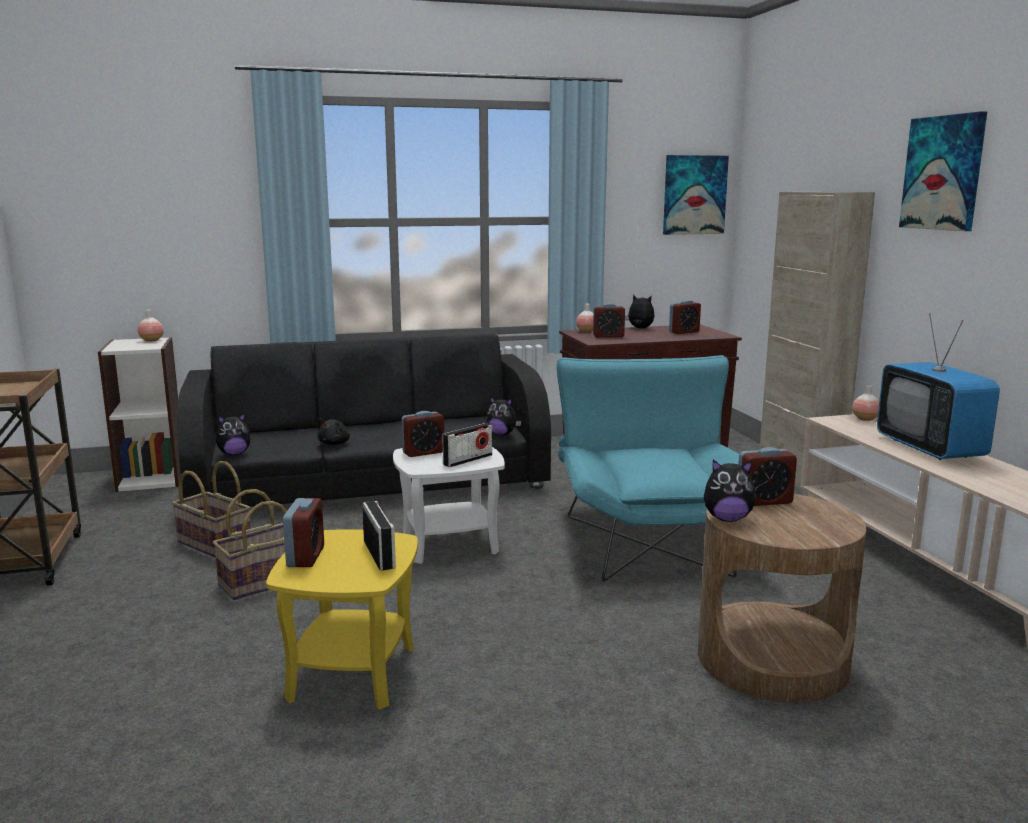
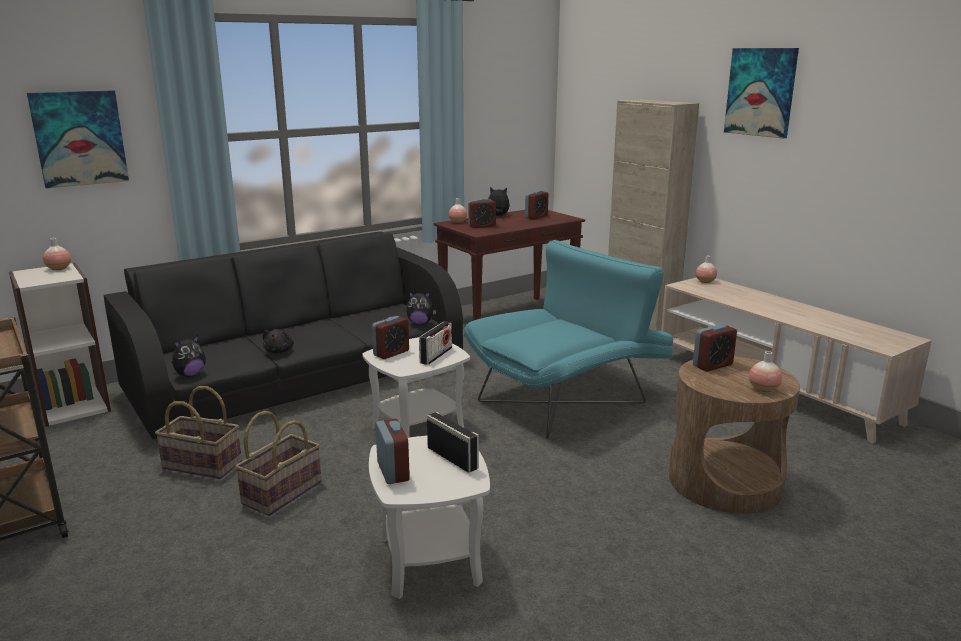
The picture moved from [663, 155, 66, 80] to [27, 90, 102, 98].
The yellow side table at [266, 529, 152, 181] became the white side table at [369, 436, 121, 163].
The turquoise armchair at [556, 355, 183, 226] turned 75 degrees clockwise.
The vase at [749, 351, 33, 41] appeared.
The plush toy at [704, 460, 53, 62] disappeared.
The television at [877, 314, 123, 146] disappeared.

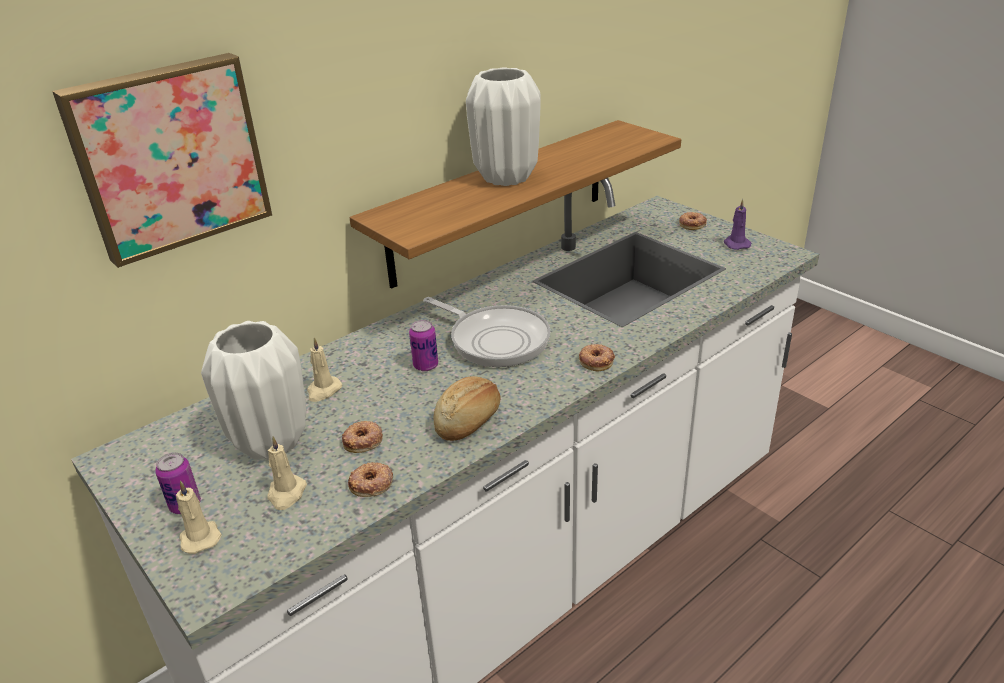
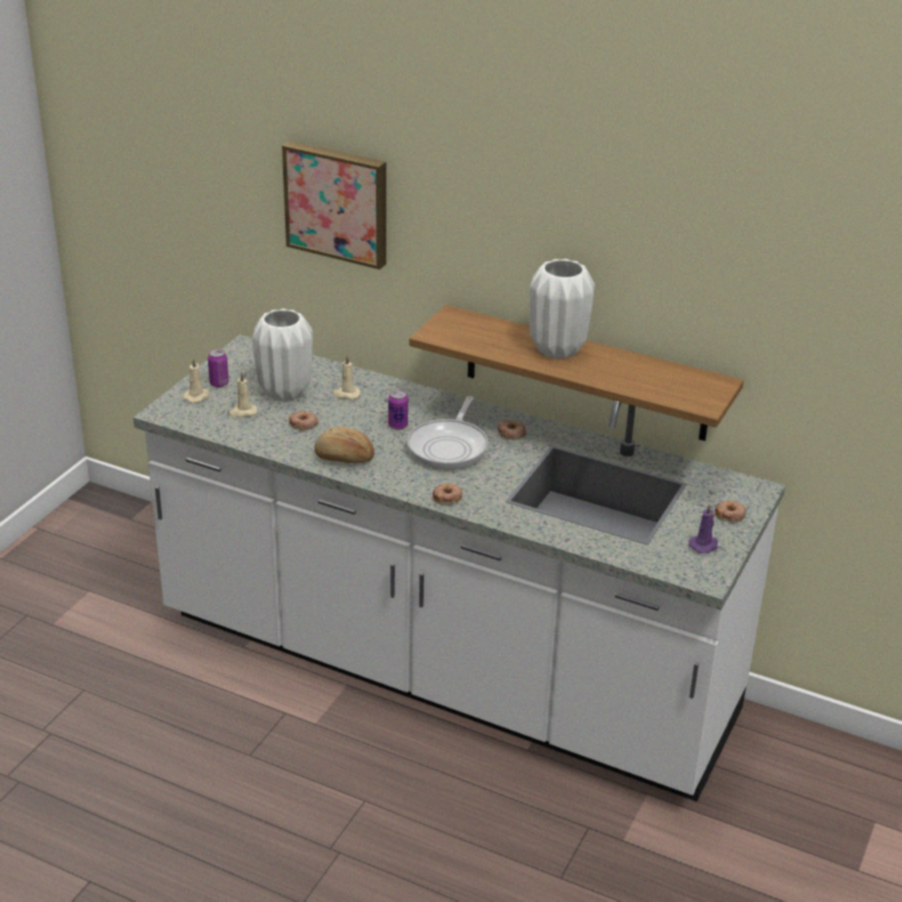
The donut moved from [348, 462, 45, 35] to [498, 420, 29, 20].

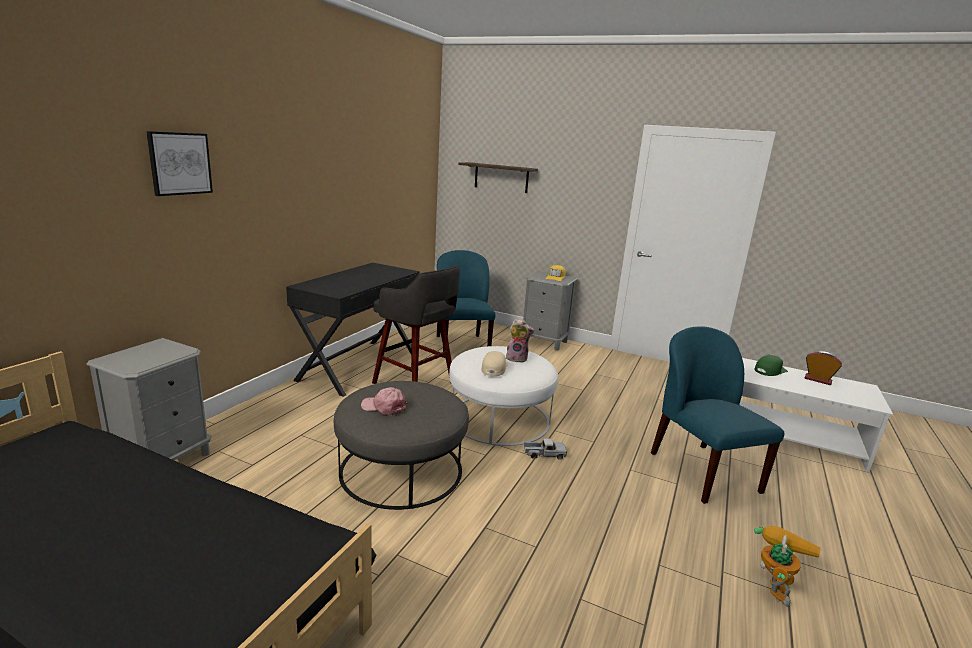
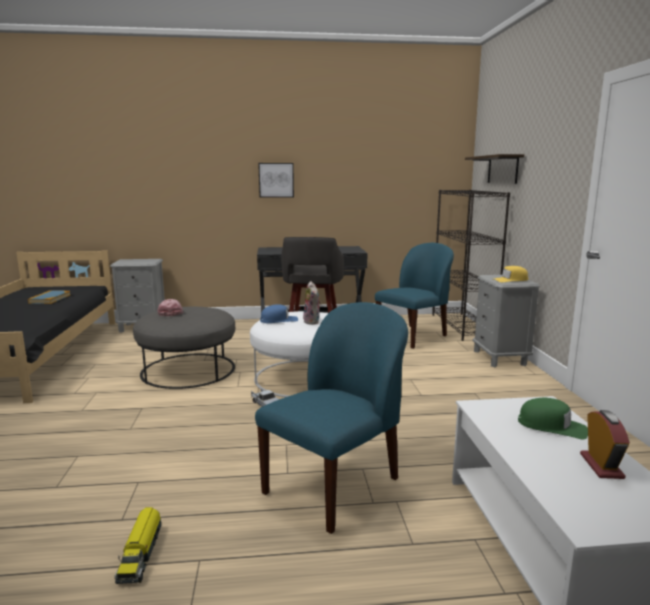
The book at [28, 290, 42, 14] appeared.
The toy robot at [754, 525, 67, 82] was replaced by the toy truck at [114, 507, 48, 77].
The picture moved from [146, 131, 67, 65] to [258, 163, 36, 35].
The beige cap at [481, 351, 27, 25] became the blue cap at [260, 304, 38, 19].
The black bookcase at [432, 190, 78, 151] appeared.

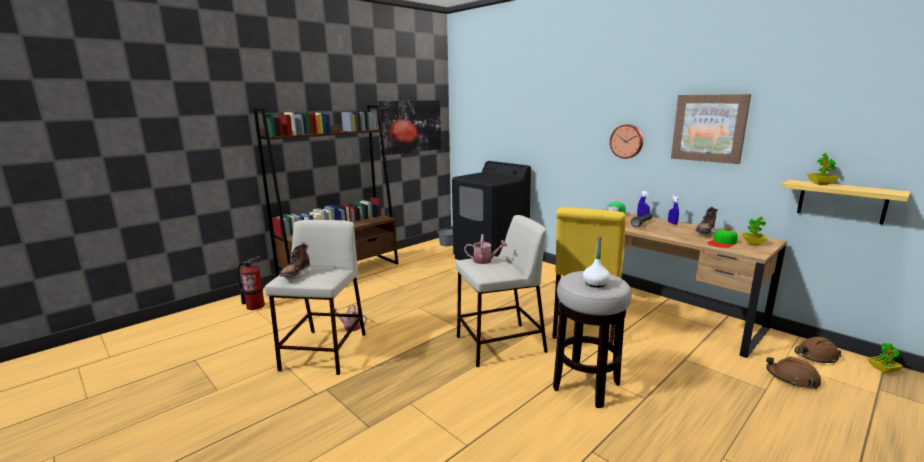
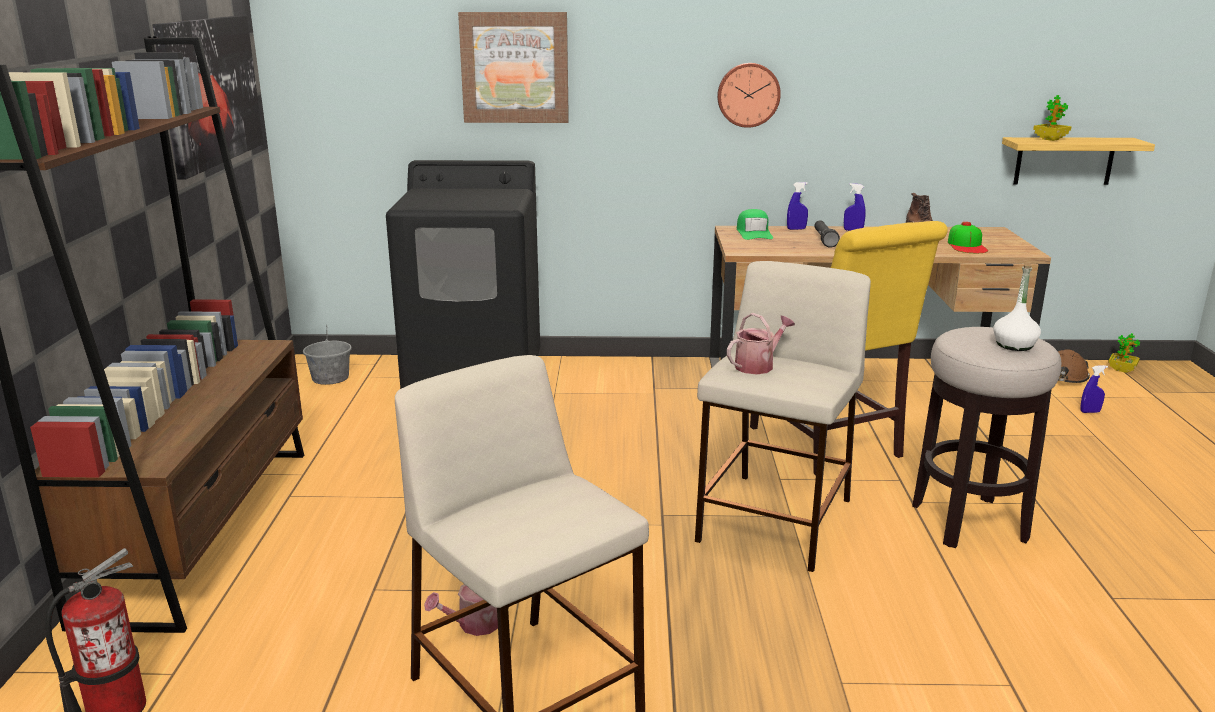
The picture moved from [671, 94, 80, 70] to [458, 12, 111, 111].
The brown hard hat at [766, 356, 55, 33] was replaced by the blue spray bottle at [1080, 365, 28, 48].
The brown boot at [280, 242, 30, 37] disappeared.
The potted plant at [742, 216, 25, 30] disappeared.

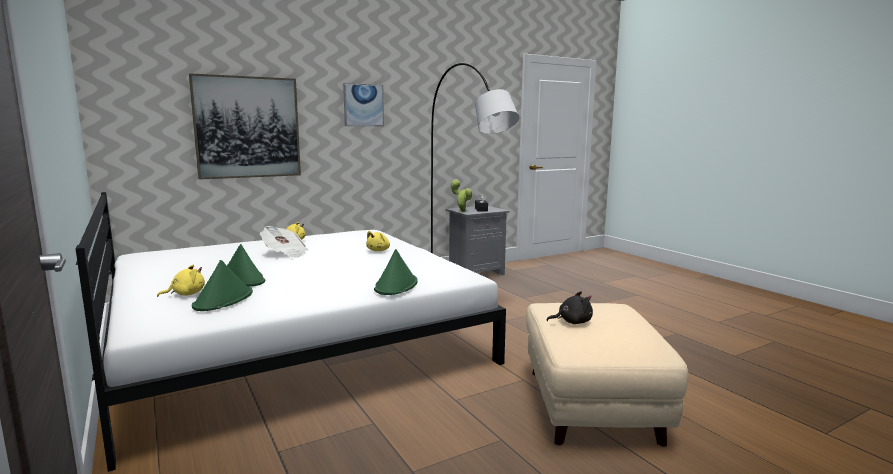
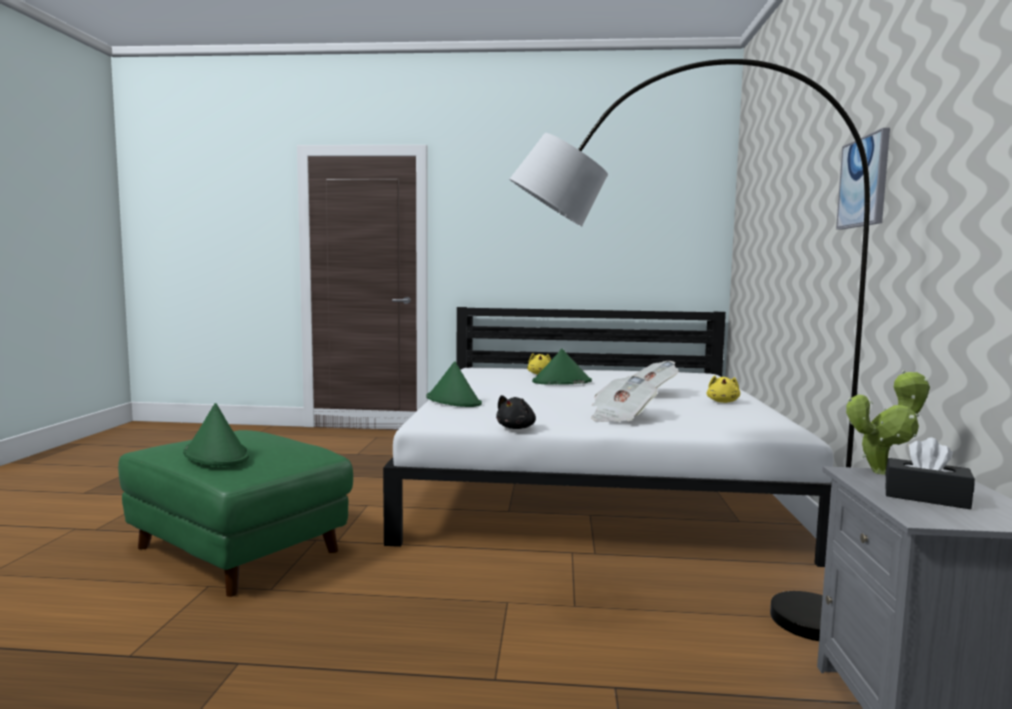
The beige ottoman at [526, 303, 162, 144] became the green ottoman at [118, 430, 235, 167].
The green hat moved from [192, 260, 61, 51] to [183, 403, 66, 63].
The black plush toy moved from [547, 291, 46, 33] to [496, 395, 40, 34].
The yellow plush toy at [366, 231, 24, 20] was replaced by the newspaper at [591, 375, 66, 47].
The picture at [189, 73, 112, 107] disappeared.

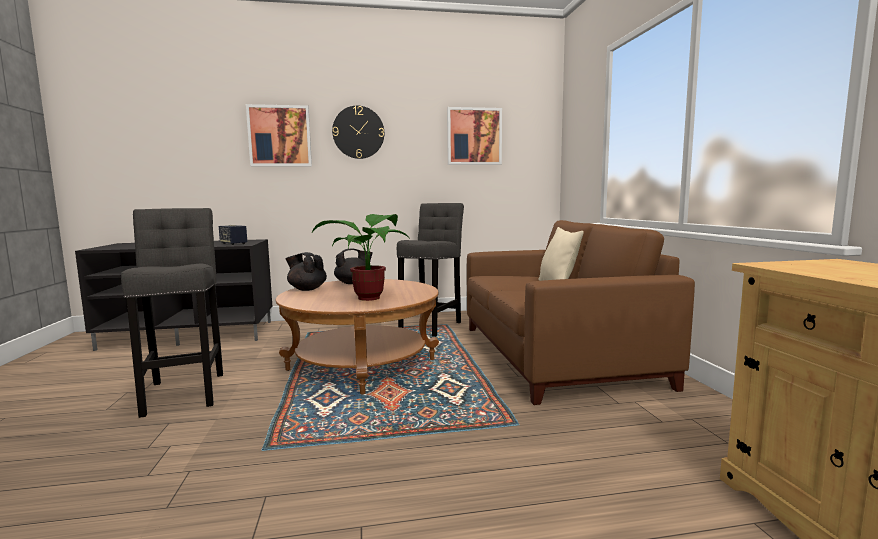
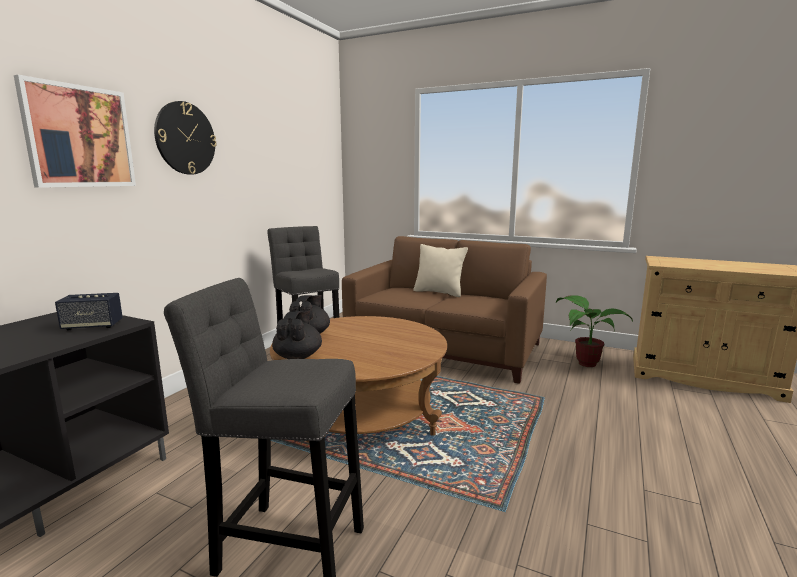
The black teapot at [285, 252, 42, 39] turned 120 degrees clockwise.
The potted plant moved from [312, 214, 98, 87] to [556, 295, 77, 72].
The picture at [447, 107, 55, 58] disappeared.

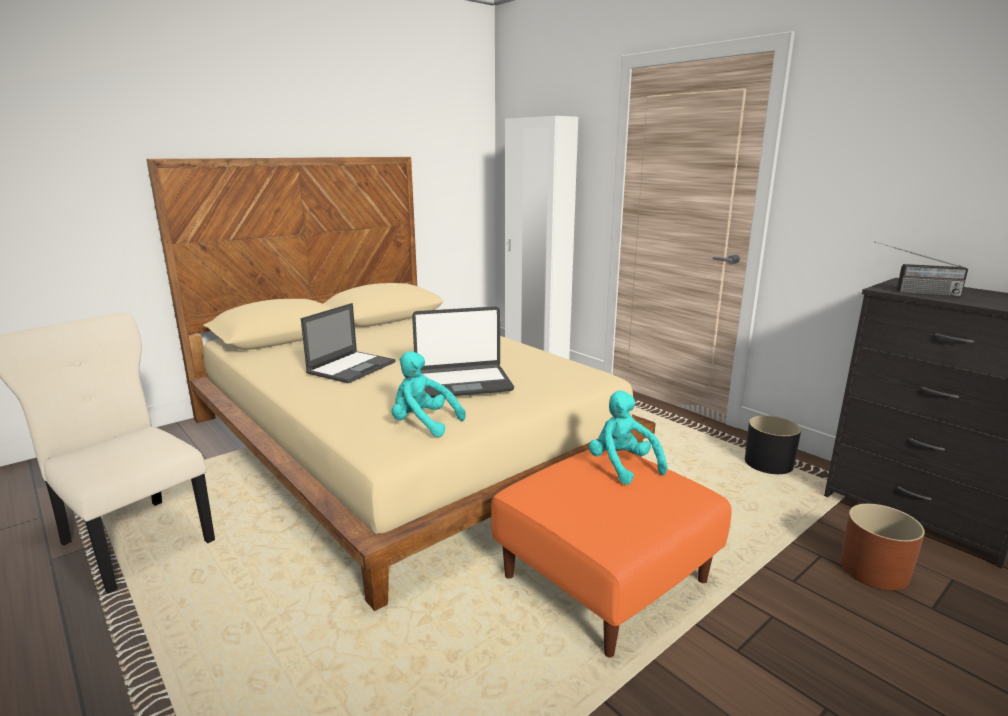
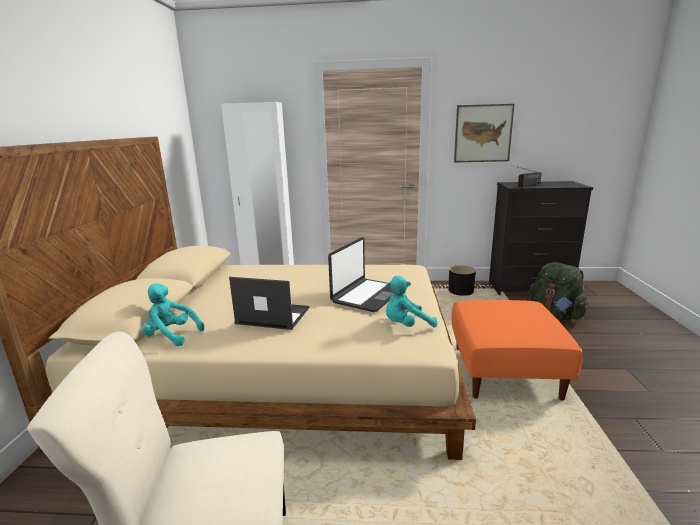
The turquoise plush toy moved from [589, 391, 78, 94] to [142, 284, 62, 62].
The laptop at [301, 303, 94, 81] turned 60 degrees counterclockwise.
The picture at [454, 104, 60, 59] appeared.
The brown planter at [840, 504, 85, 86] was replaced by the green backpack at [527, 262, 61, 58].

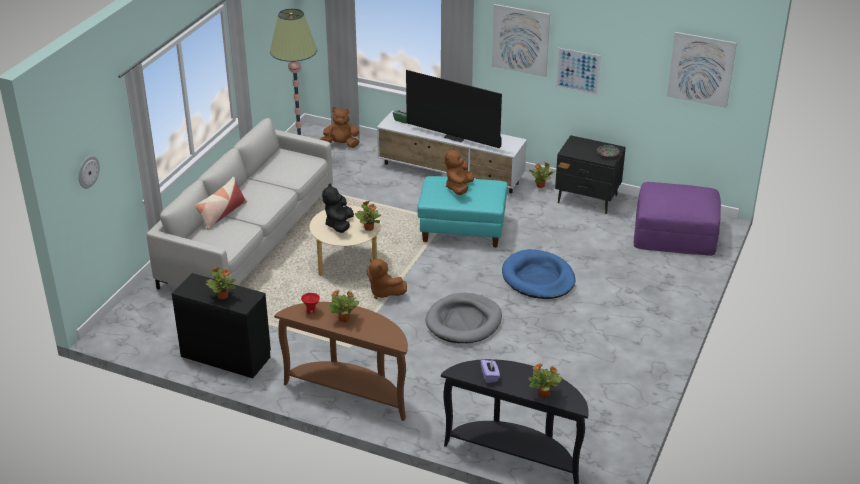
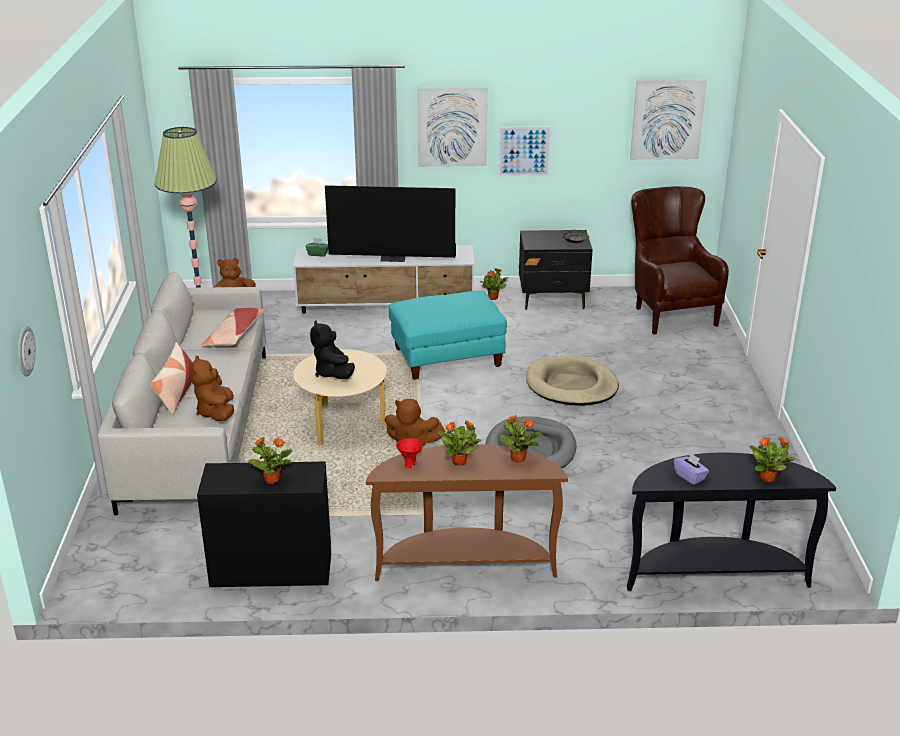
The brown plush toy moved from [445, 147, 29, 48] to [189, 355, 45, 66].
The pillow at [201, 308, 64, 39] appeared.
The potted plant moved from [355, 200, 26, 31] to [497, 416, 45, 47].
The blue dog bed at [502, 249, 74, 50] became the beige dog bed at [526, 356, 93, 50].
The purple ottoman at [634, 182, 87, 74] was replaced by the brown armchair at [631, 186, 98, 149].

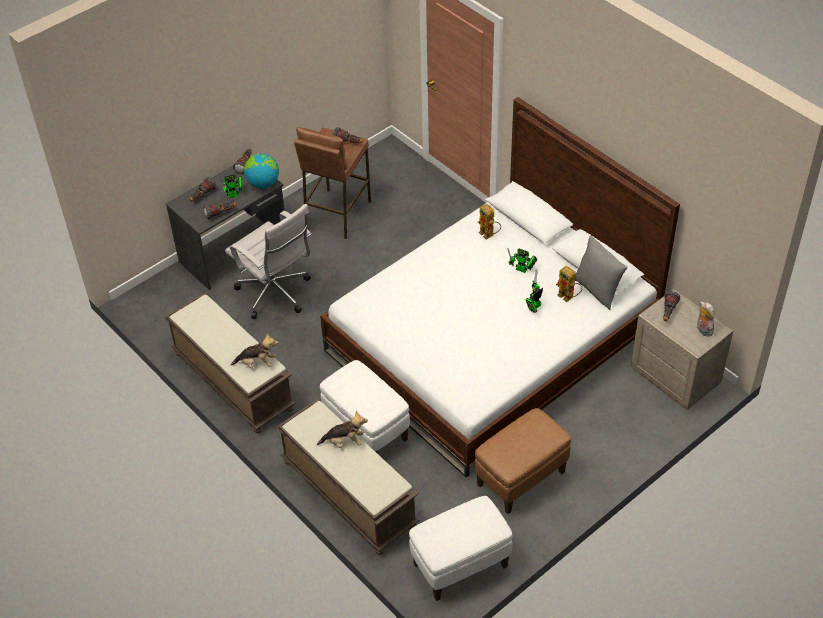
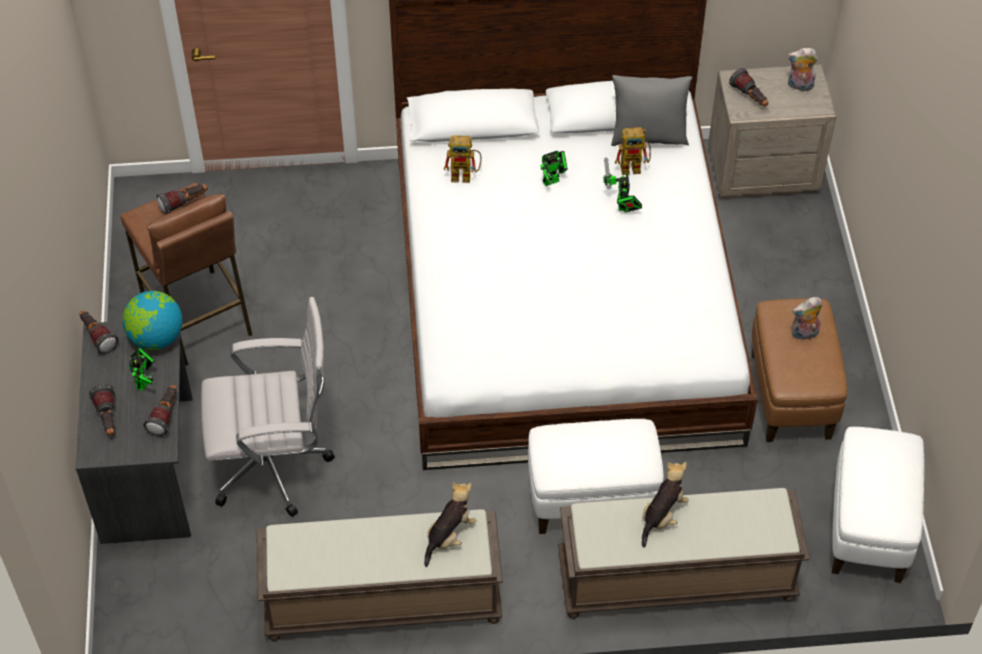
The plush toy at [791, 297, 32, 43] appeared.

